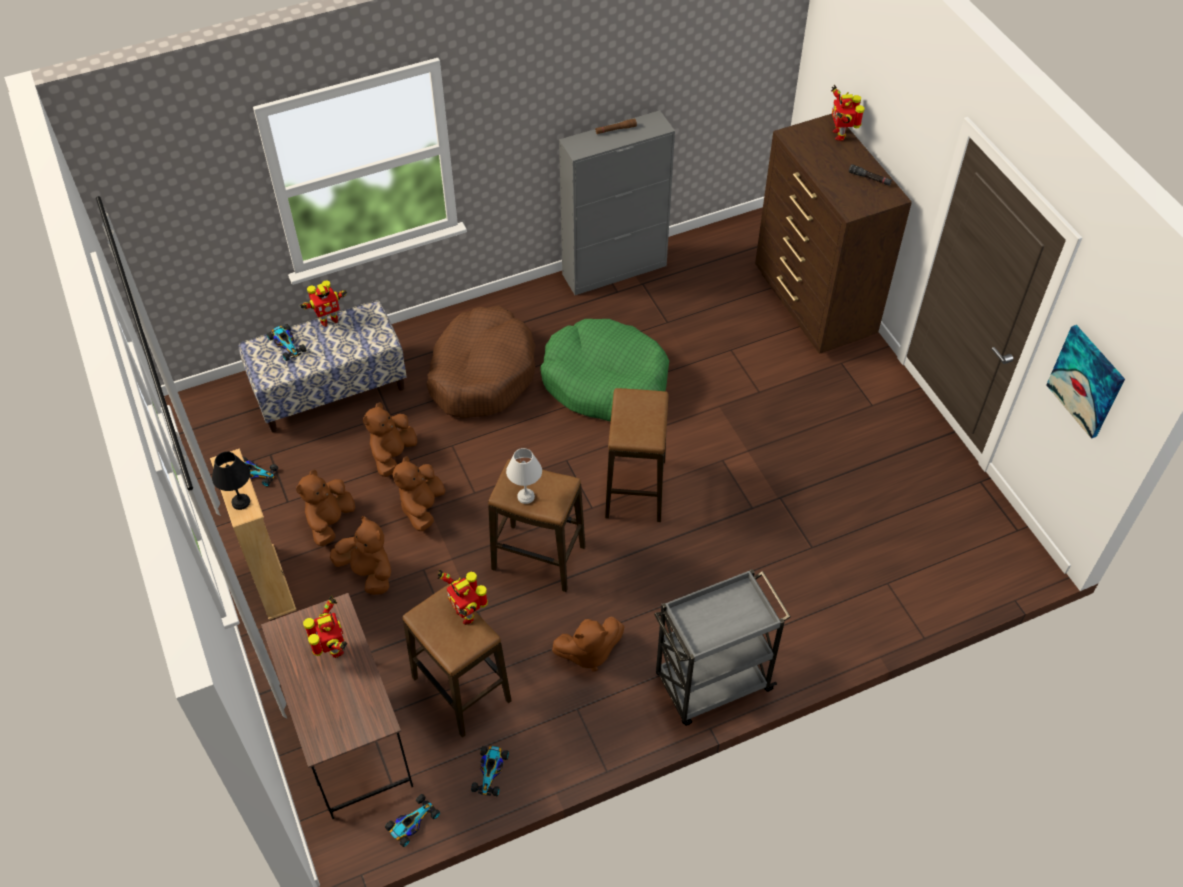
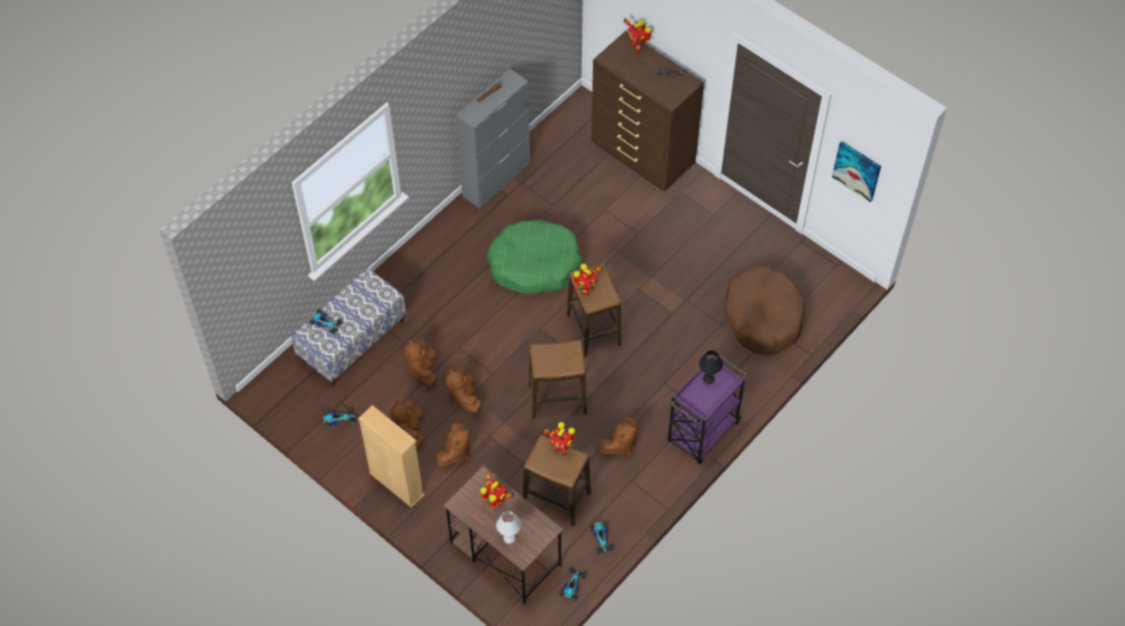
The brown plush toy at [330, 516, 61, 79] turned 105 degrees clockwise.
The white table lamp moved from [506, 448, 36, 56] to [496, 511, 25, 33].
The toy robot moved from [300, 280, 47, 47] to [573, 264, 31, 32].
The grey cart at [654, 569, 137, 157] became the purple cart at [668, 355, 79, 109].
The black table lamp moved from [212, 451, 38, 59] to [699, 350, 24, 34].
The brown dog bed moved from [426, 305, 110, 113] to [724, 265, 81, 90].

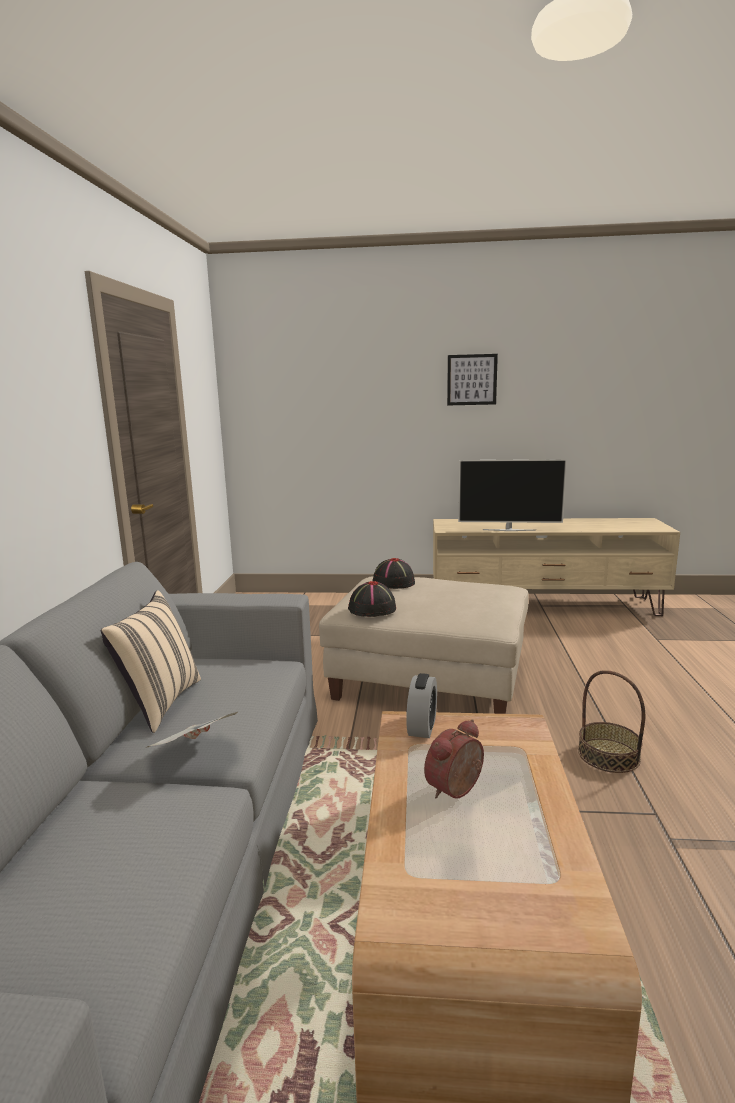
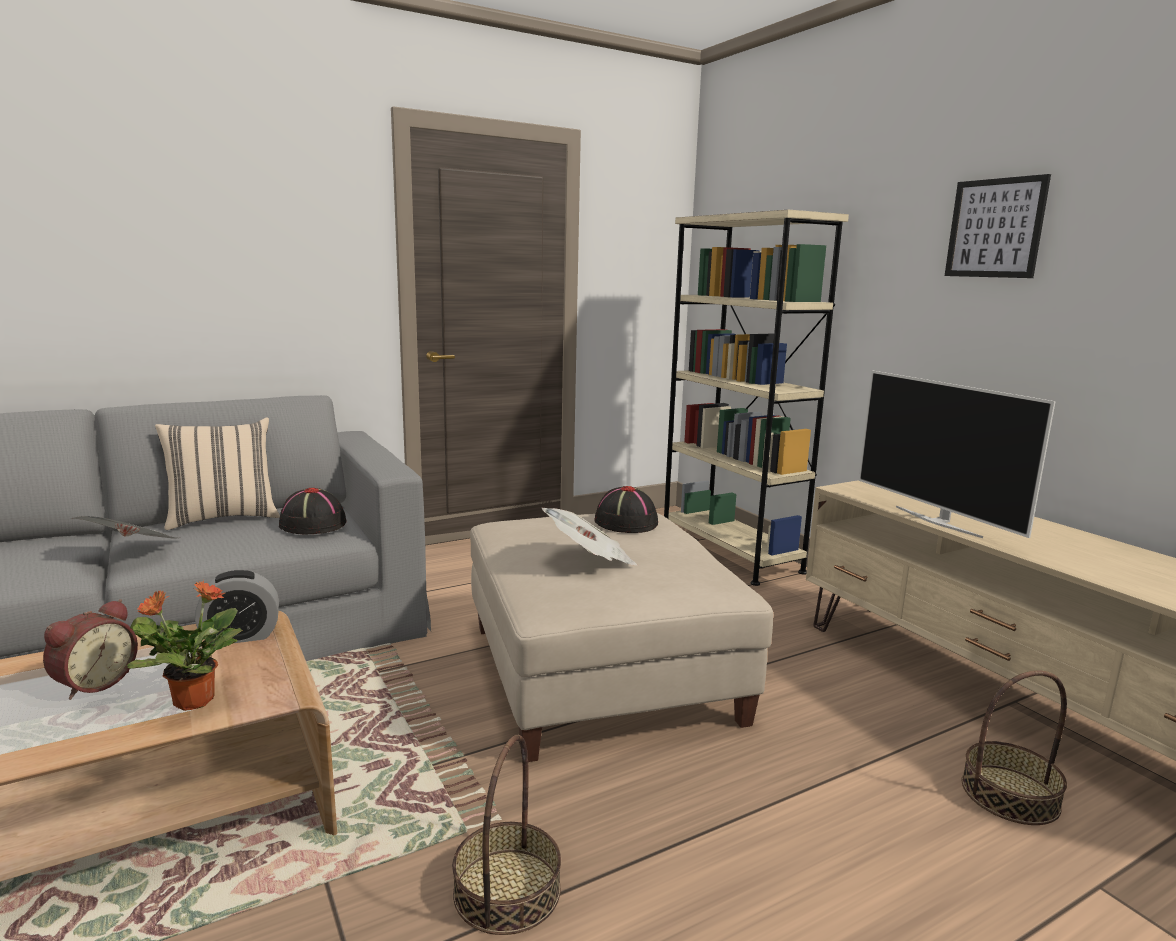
The alarm clock at [424, 719, 60, 80] turned 105 degrees clockwise.
The potted plant at [127, 581, 116, 130] appeared.
The black hat moved from [348, 581, 48, 36] to [279, 488, 67, 47].
The newspaper at [542, 508, 96, 58] appeared.
The beige bookcase at [664, 210, 185, 376] appeared.
The basket at [961, 670, 106, 155] appeared.

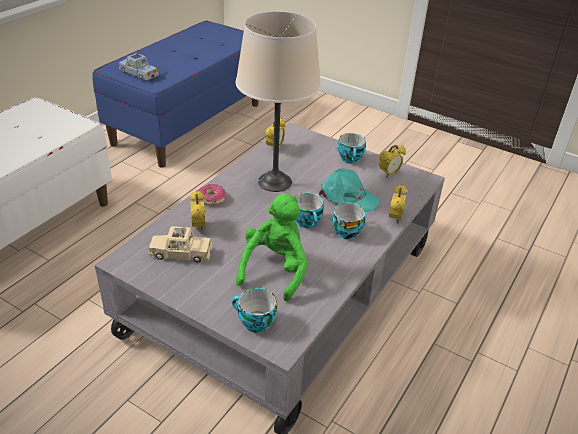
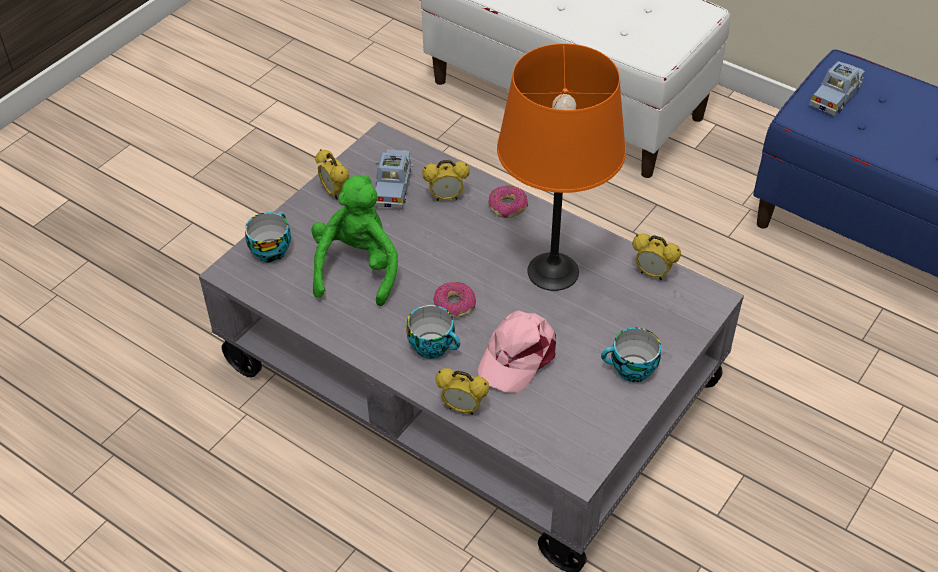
The green plush toy at [236, 194, 72, 107] turned 105 degrees counterclockwise.
The alarm clock moved from [379, 145, 27, 33] to [315, 149, 34, 51].
The beige toy car at [149, 226, 63, 37] became the blue toy car at [374, 150, 40, 59].
The cup at [295, 192, 29, 36] was replaced by the donut at [433, 282, 43, 36].
The turquoise cap at [319, 168, 62, 44] became the pink cap at [478, 311, 78, 82].
The beige table lamp at [236, 11, 85, 181] became the orange table lamp at [497, 43, 129, 248].

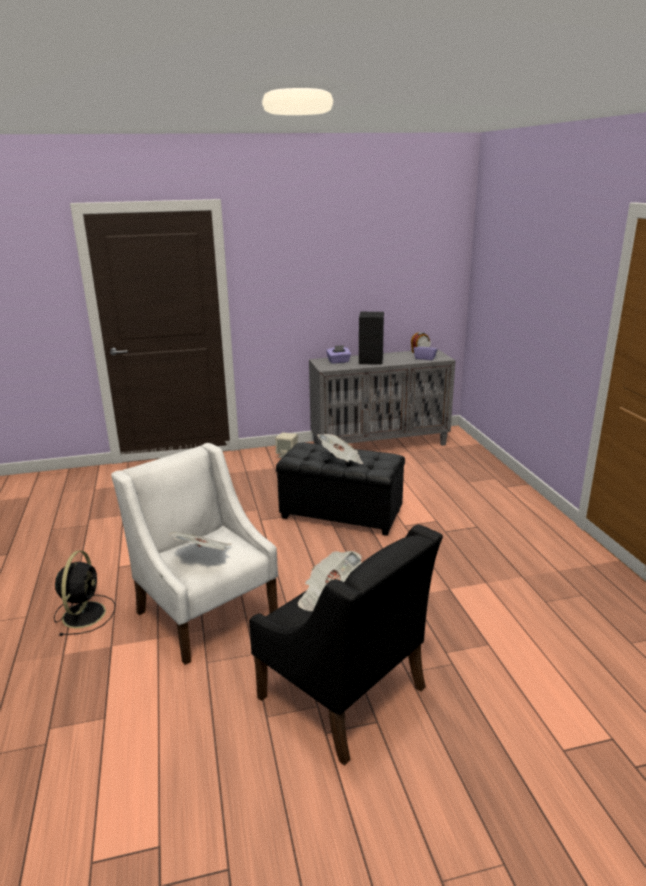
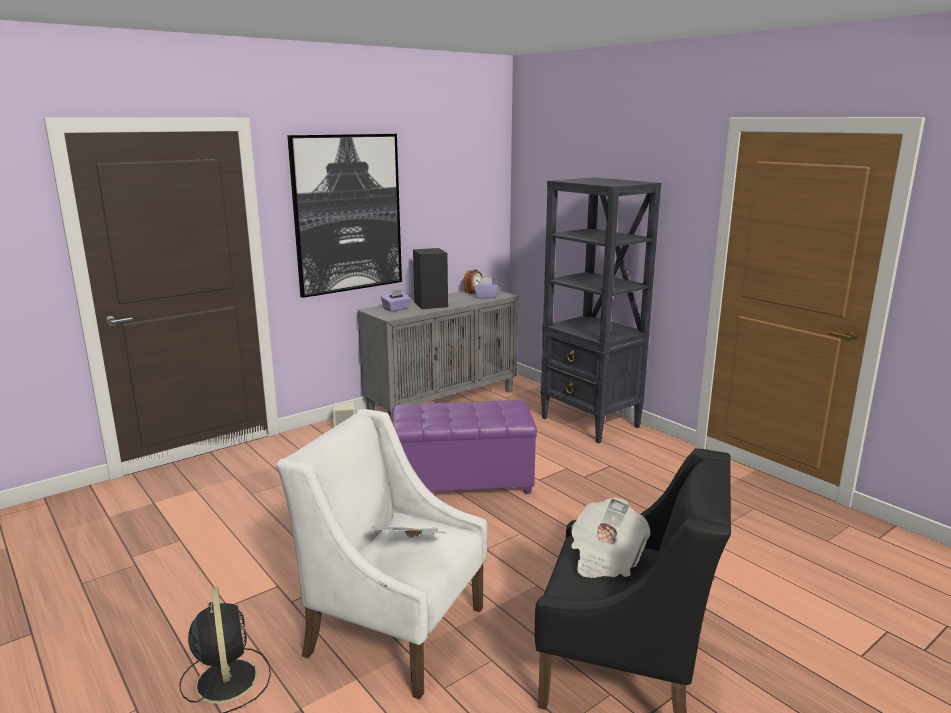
The picture at [287, 134, 115, 164] appeared.
The black ottoman at [276, 443, 129, 93] became the purple ottoman at [392, 400, 145, 94].
The black bookcase at [540, 177, 121, 267] appeared.
The newspaper at [318, 434, 45, 30] disappeared.

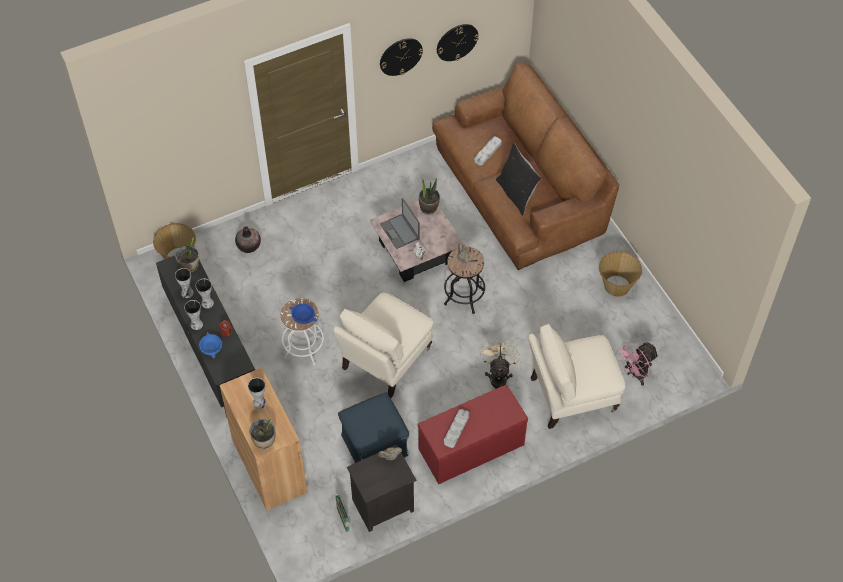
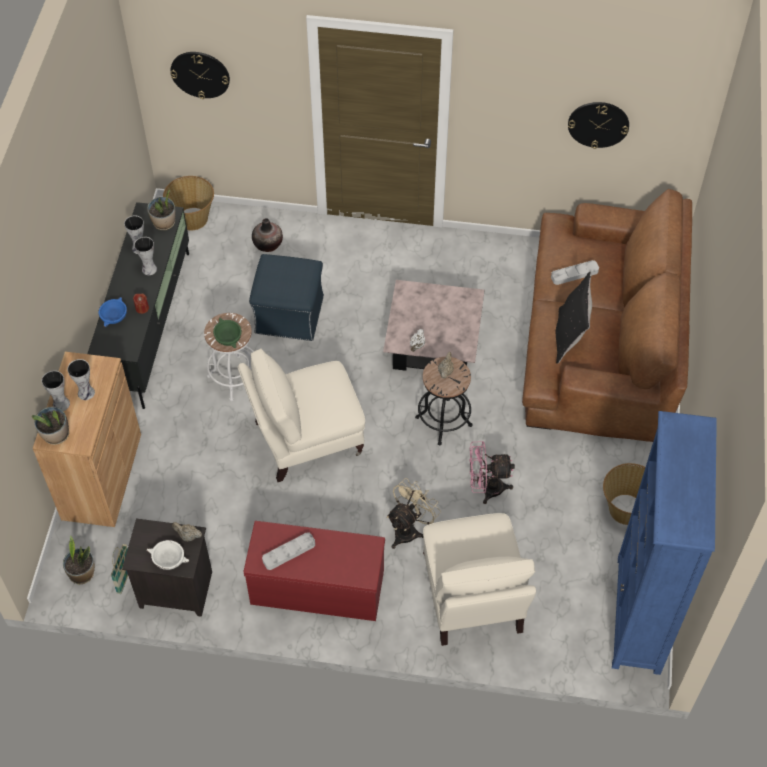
The vase moved from [184, 300, 19, 30] to [42, 370, 28, 41].
The potted plant moved from [419, 178, 21, 36] to [63, 535, 32, 49].
The white bowl at [146, 540, 43, 30] appeared.
The wall clock moved from [380, 38, 43, 38] to [170, 52, 60, 47].
The blue bowl at [289, 304, 28, 20] became the green bowl at [213, 318, 29, 30].
The blue ottoman moved from [338, 392, 71, 71] to [249, 254, 75, 87].
The beige armchair at [528, 324, 97, 105] turned 120 degrees counterclockwise.
The pink fan moved from [617, 342, 42, 44] to [469, 441, 46, 63].
The blue bookcase at [612, 411, 105, 264] appeared.
The laptop at [380, 198, 40, 51] disappeared.

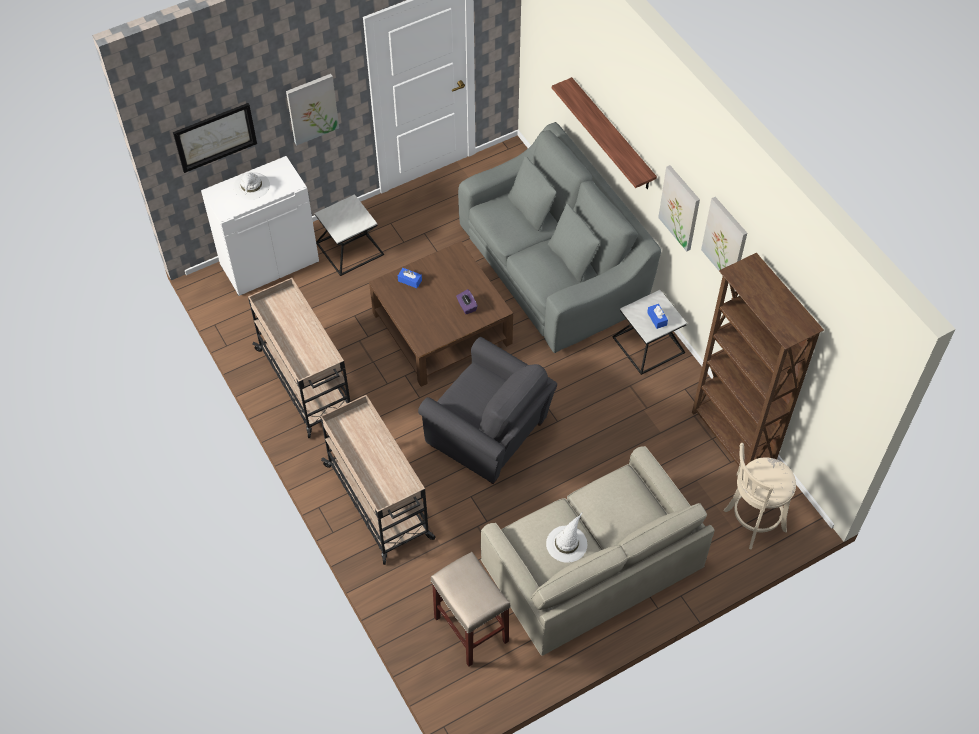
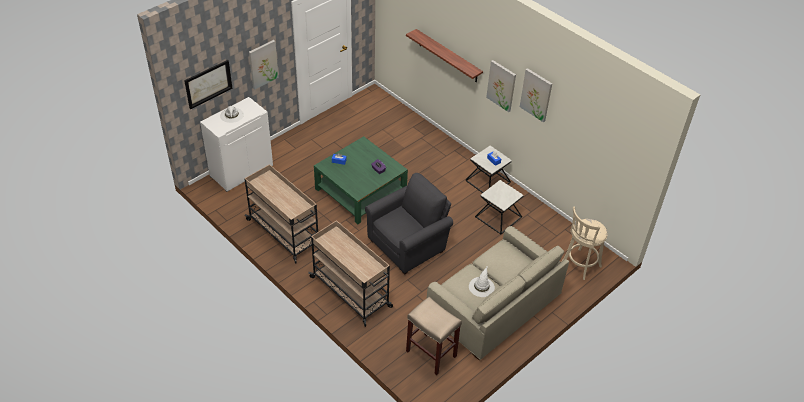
The brown coffee table at [369, 241, 144, 146] became the green coffee table at [314, 136, 94, 88].
The grey armchair at [418, 337, 139, 147] turned 60 degrees counterclockwise.
The side table moved from [315, 194, 69, 82] to [475, 180, 49, 54].
The grey sofa at [458, 122, 203, 231] disappeared.
The brown bookcase at [692, 253, 132, 213] disappeared.

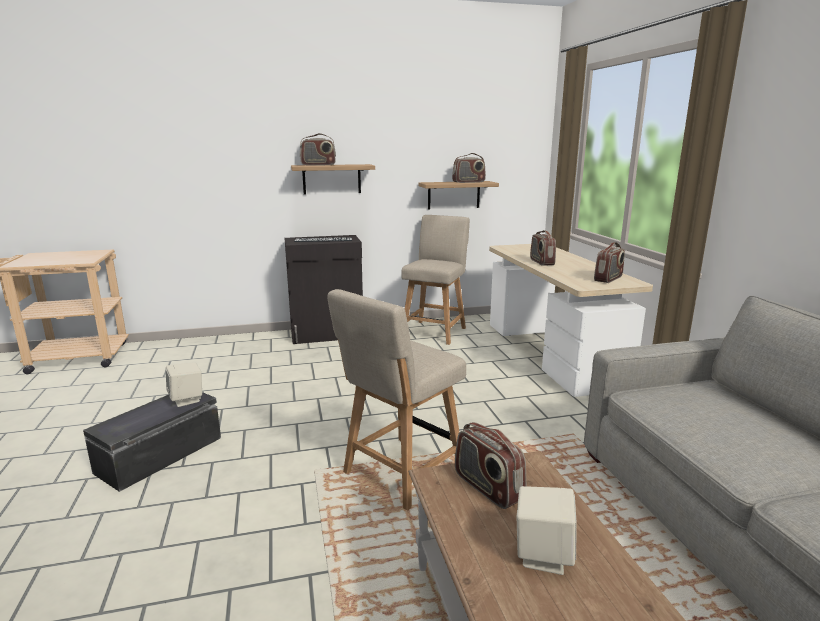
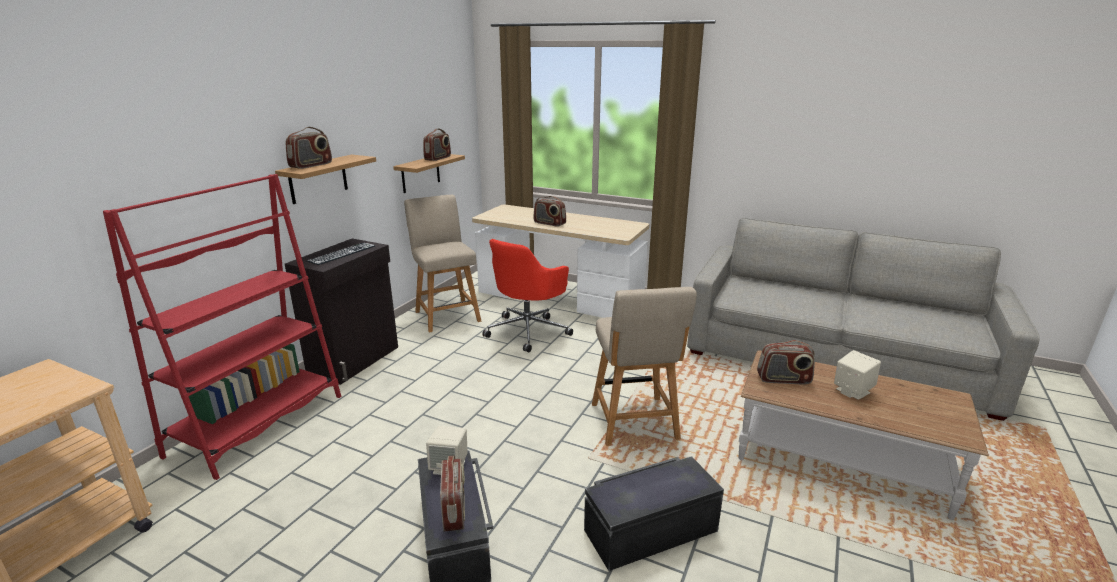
The red bookcase at [103, 174, 238, 306] appeared.
The radio moved from [594, 242, 31, 41] to [440, 455, 25, 76].
The red office chair at [482, 239, 91, 113] appeared.
The black storage box at [584, 456, 140, 115] appeared.

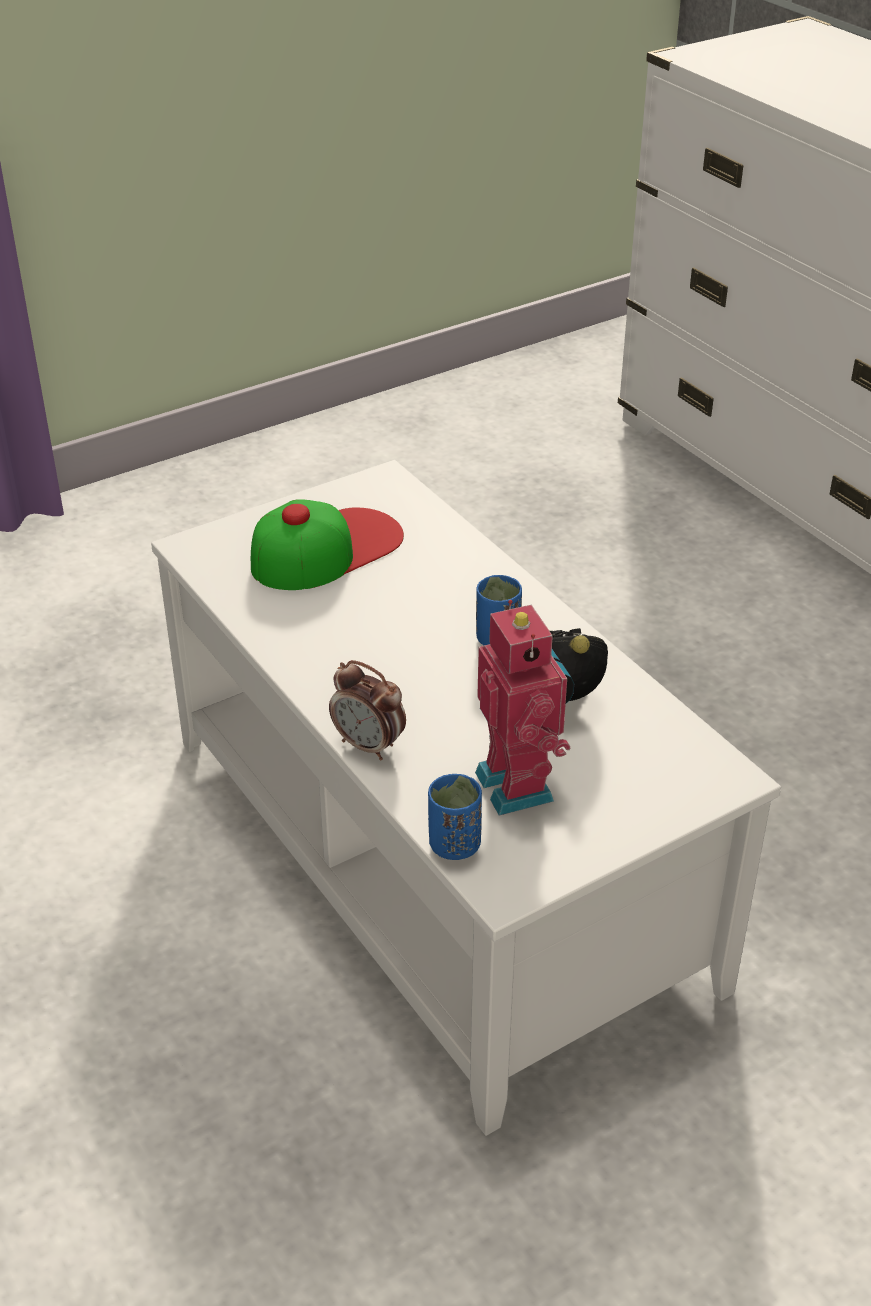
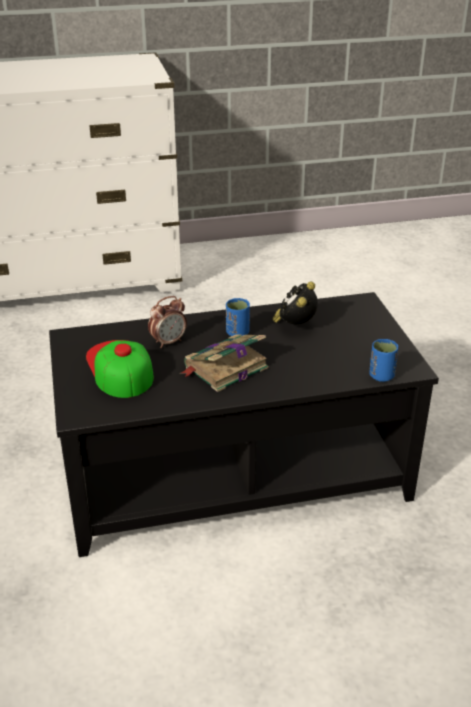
The white coffee table at [151, 460, 630, 676] became the black coffee table at [49, 292, 390, 265].
The alarm clock moved from [329, 660, 77, 100] to [148, 296, 39, 52].
The book at [180, 335, 89, 57] appeared.
The toy robot at [475, 600, 99, 216] disappeared.

